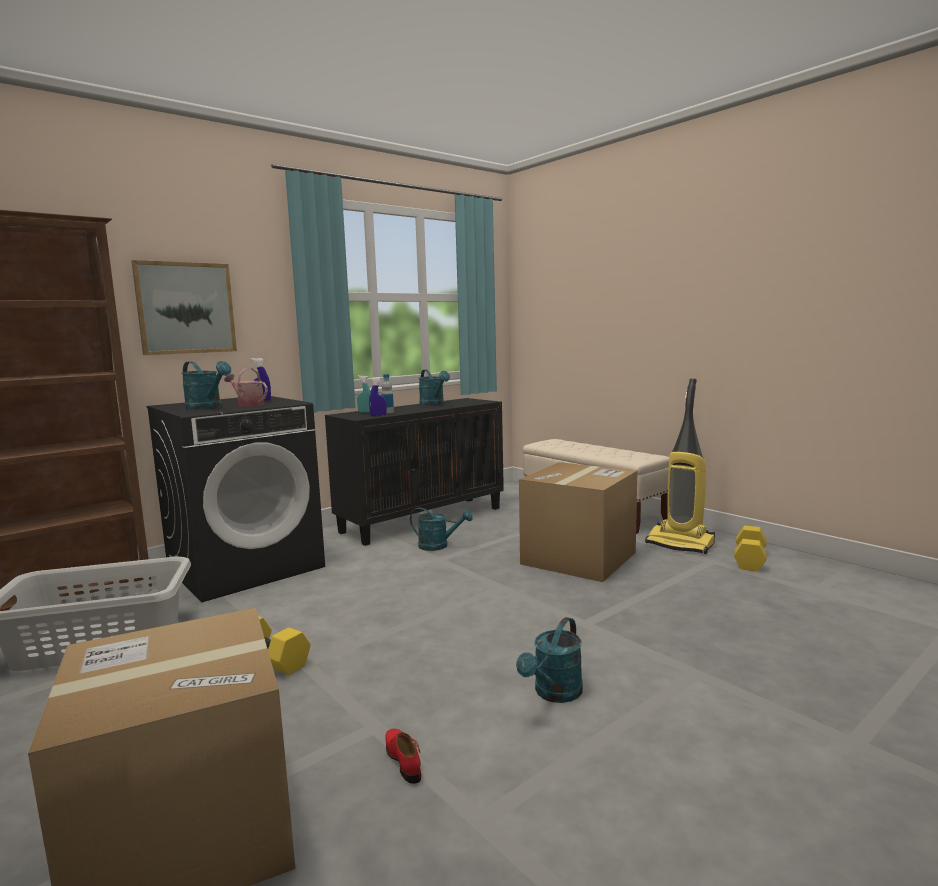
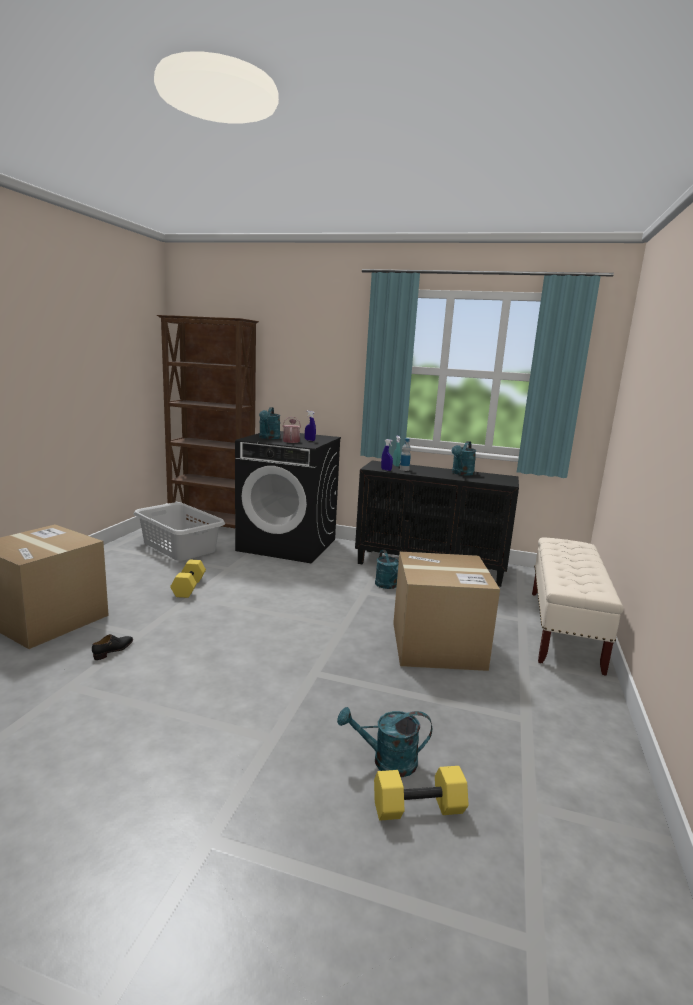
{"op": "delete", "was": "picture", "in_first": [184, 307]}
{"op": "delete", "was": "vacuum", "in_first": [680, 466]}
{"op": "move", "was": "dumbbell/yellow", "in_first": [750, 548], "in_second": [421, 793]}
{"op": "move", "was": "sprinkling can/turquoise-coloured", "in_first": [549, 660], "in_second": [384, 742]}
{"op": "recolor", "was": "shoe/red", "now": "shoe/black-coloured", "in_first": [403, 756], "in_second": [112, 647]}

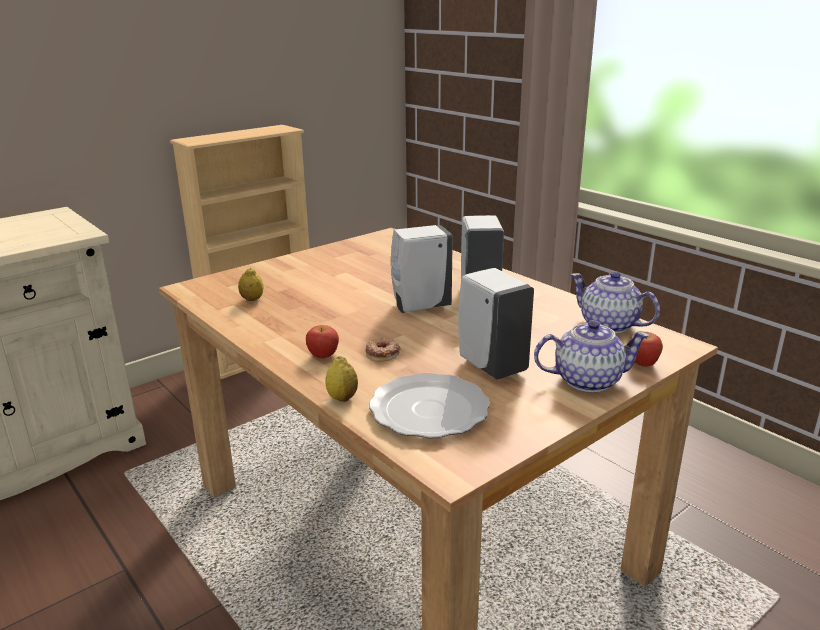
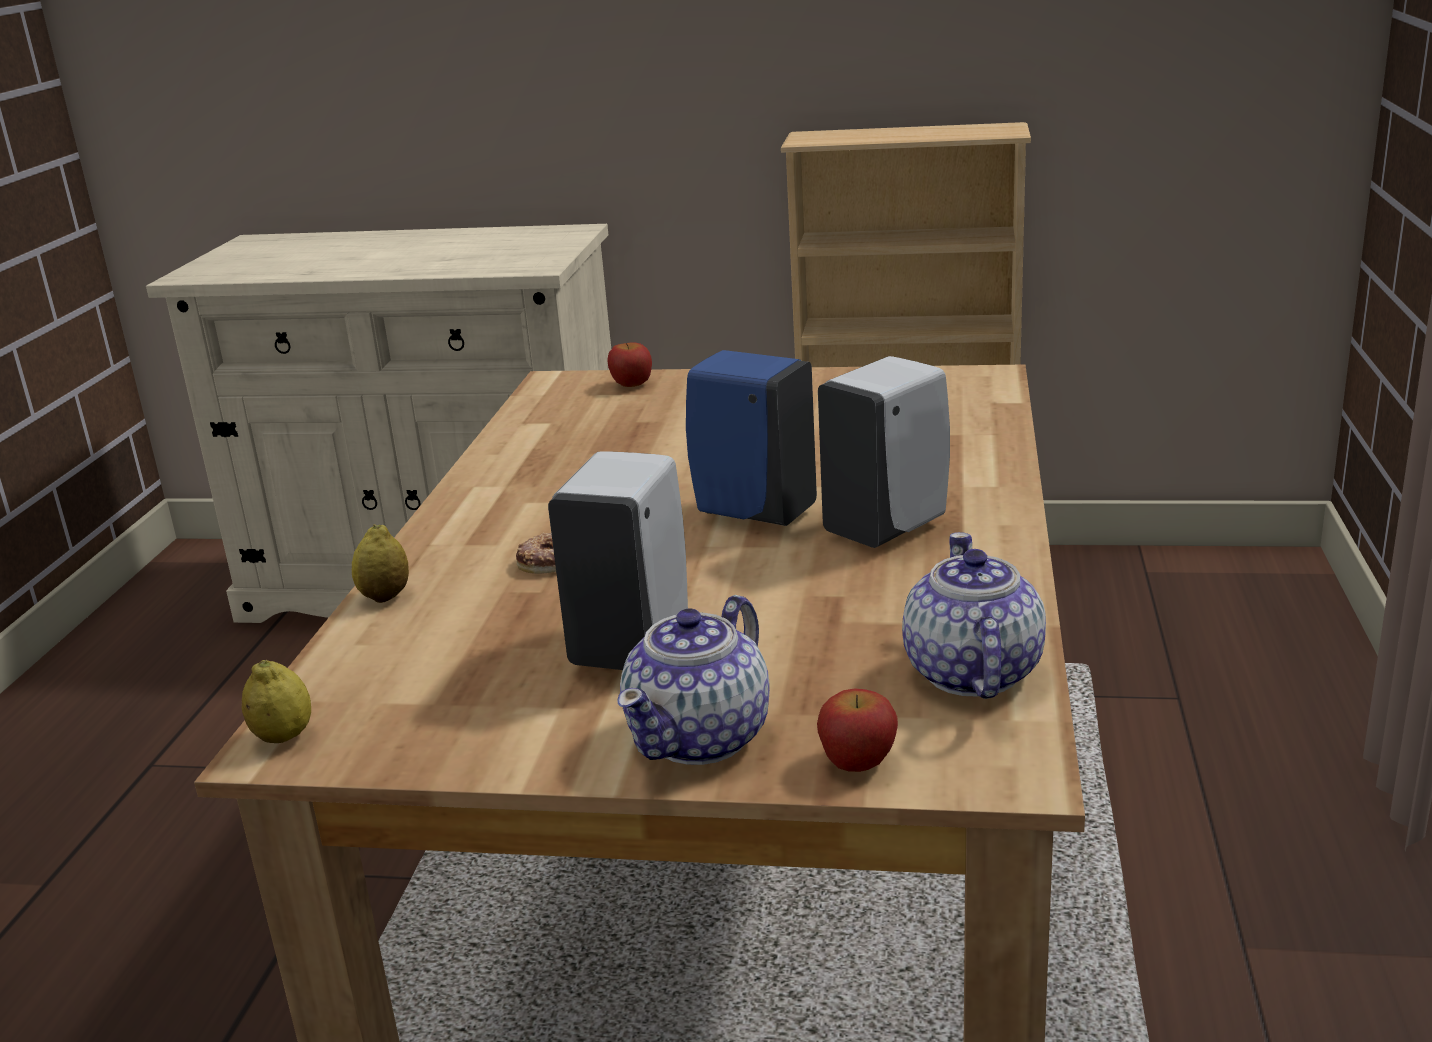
{"op": "recolor", "was": "liquid soap bottle/whitish", "now": "liquid soap bottle/bluish", "in_first": [422, 269], "in_second": [751, 438]}
{"op": "move", "was": "whole lemon", "in_first": [251, 284], "in_second": [276, 701]}
{"op": "rotate", "was": "tea pot", "in_first": [592, 356], "in_second": [694, 680], "clockwise": 75}
{"op": "move", "was": "whole apple", "in_first": [322, 341], "in_second": [630, 365]}
{"op": "delete", "was": "plate", "in_first": [429, 405]}

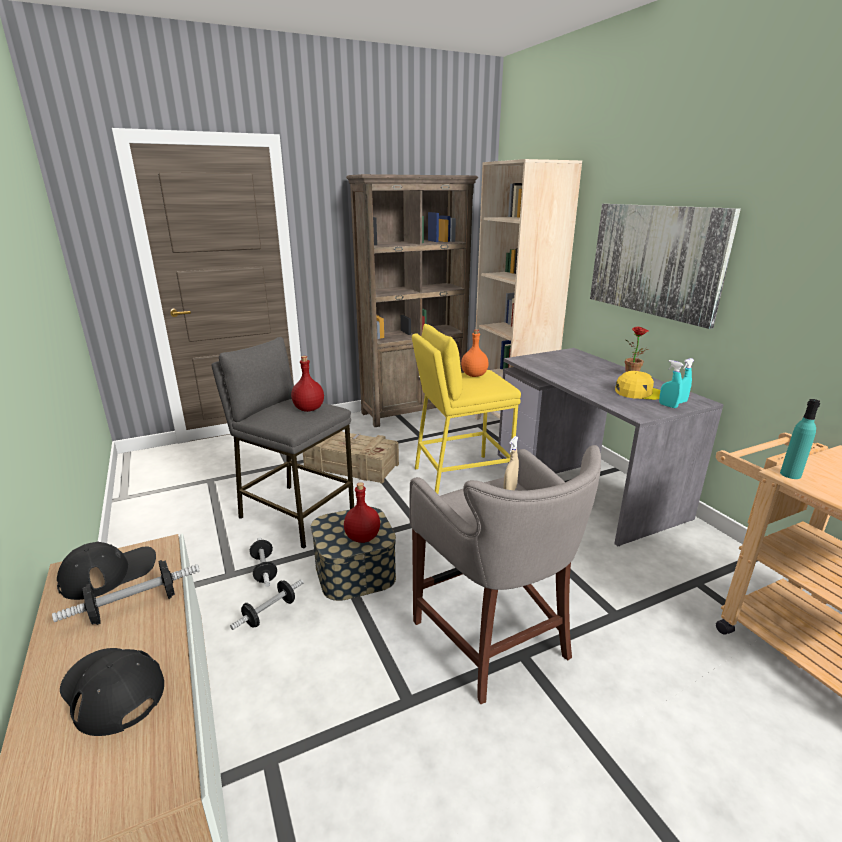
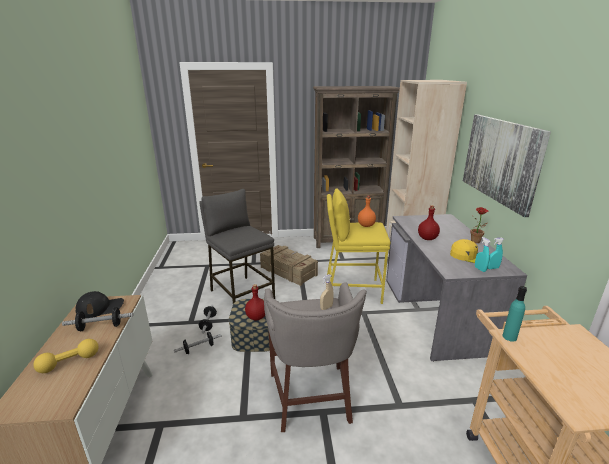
{"op": "move", "was": "drink bottle/red", "in_first": [307, 384], "in_second": [429, 222]}
{"op": "replace", "was": "cap/black-coloured", "now": "dumbbell/yellow", "in_first": [112, 692], "in_second": [66, 356]}

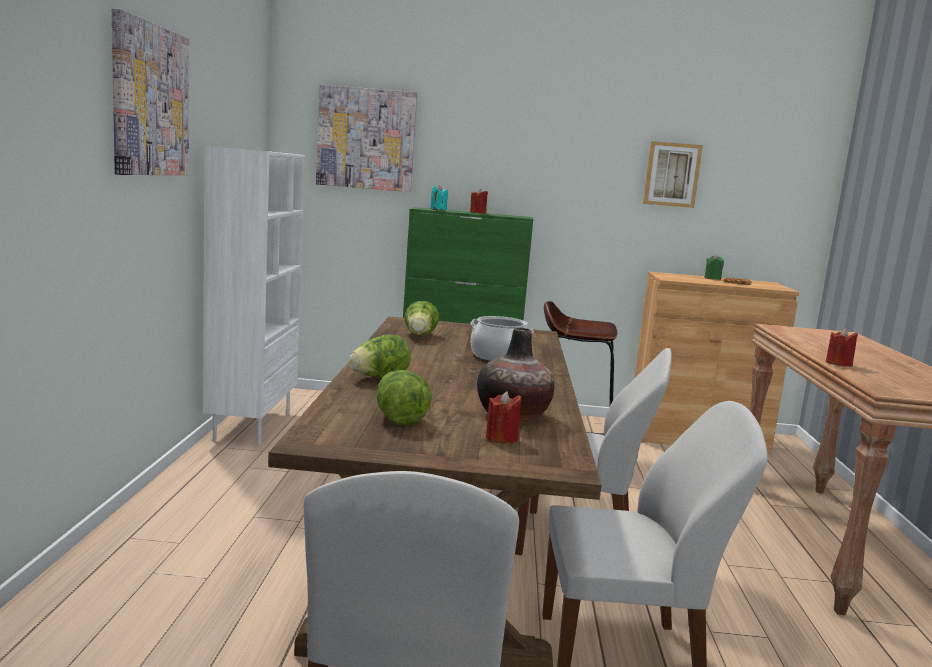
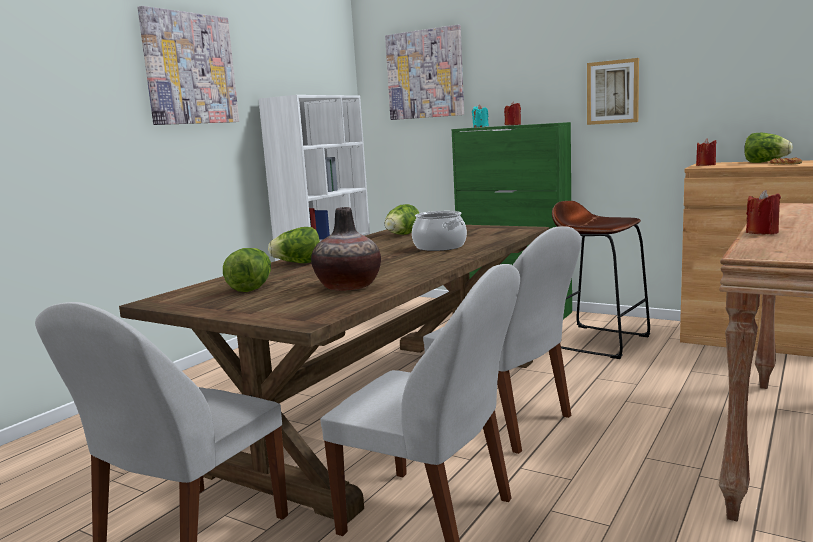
{"op": "move", "was": "picture", "in_first": [673, 174], "in_second": [613, 91]}
{"op": "replace", "was": "wax light/green-coloured", "now": "lettuce head", "in_first": [714, 267], "in_second": [768, 148]}
{"op": "move", "was": "wax light/red", "in_first": [504, 417], "in_second": [706, 152]}

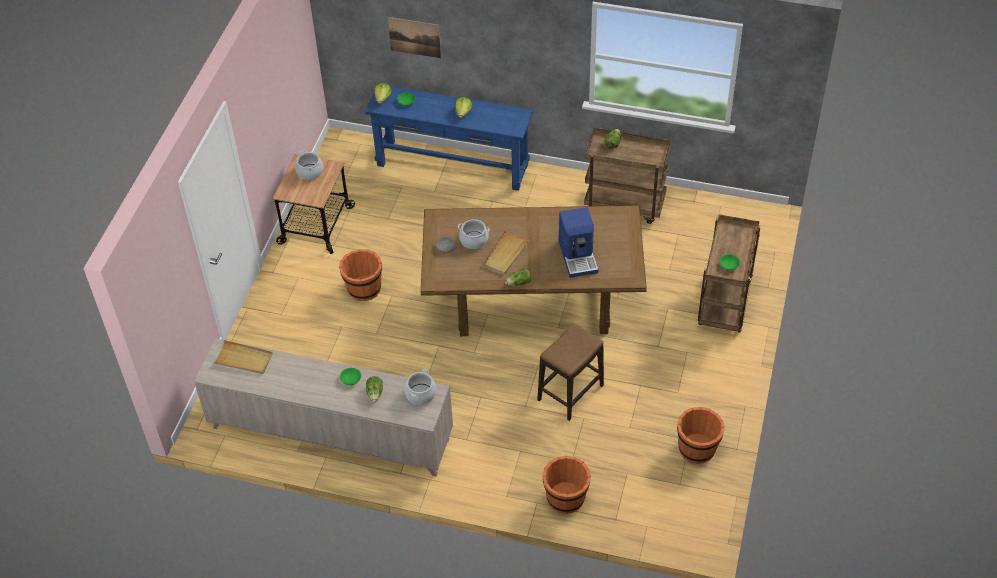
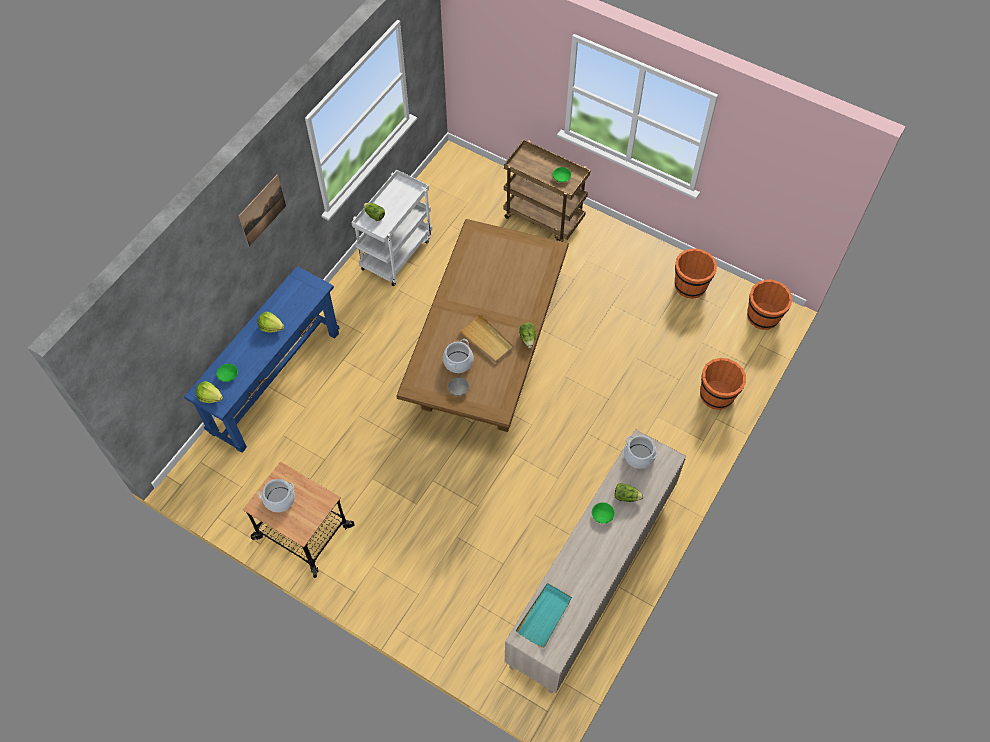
{"op": "move", "was": "picture", "in_first": [414, 37], "in_second": [262, 210]}
{"op": "recolor", "was": "trolley/brown", "now": "trolley/whitish", "in_first": [627, 176], "in_second": [391, 228]}
{"op": "delete", "was": "coffee brewer", "in_first": [578, 242]}
{"op": "move", "was": "bucket/orange-coloured", "in_first": [360, 275], "in_second": [770, 304]}
{"op": "delete", "was": "sitting stool", "in_first": [570, 372]}
{"op": "recolor", "was": "serving tray/beige", "now": "serving tray/turquoise-coloured", "in_first": [243, 357], "in_second": [543, 615]}

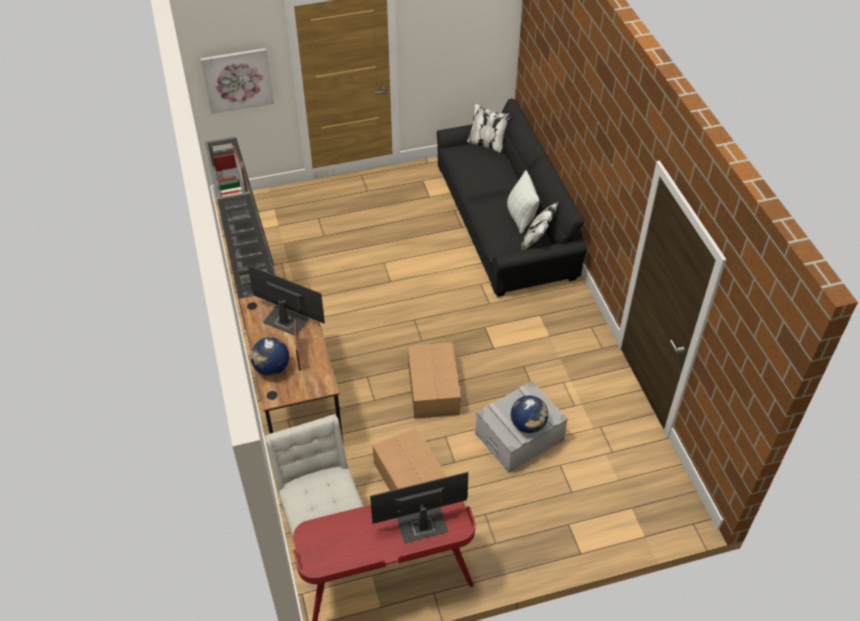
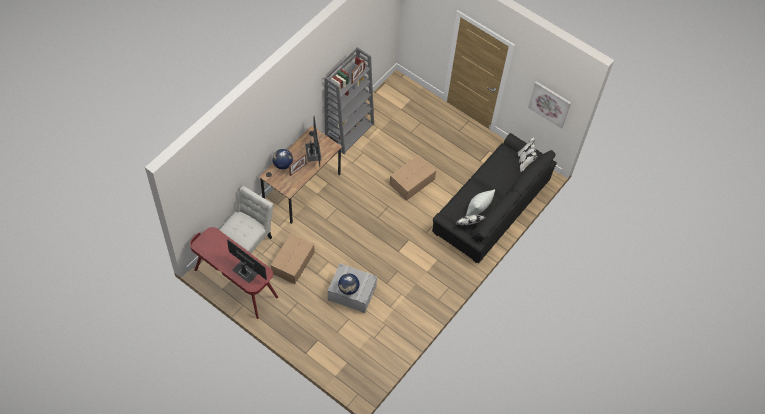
{"op": "move", "was": "picture", "in_first": [237, 81], "in_second": [549, 105]}
{"op": "move", "was": "cardboard box", "in_first": [434, 380], "in_second": [413, 178]}

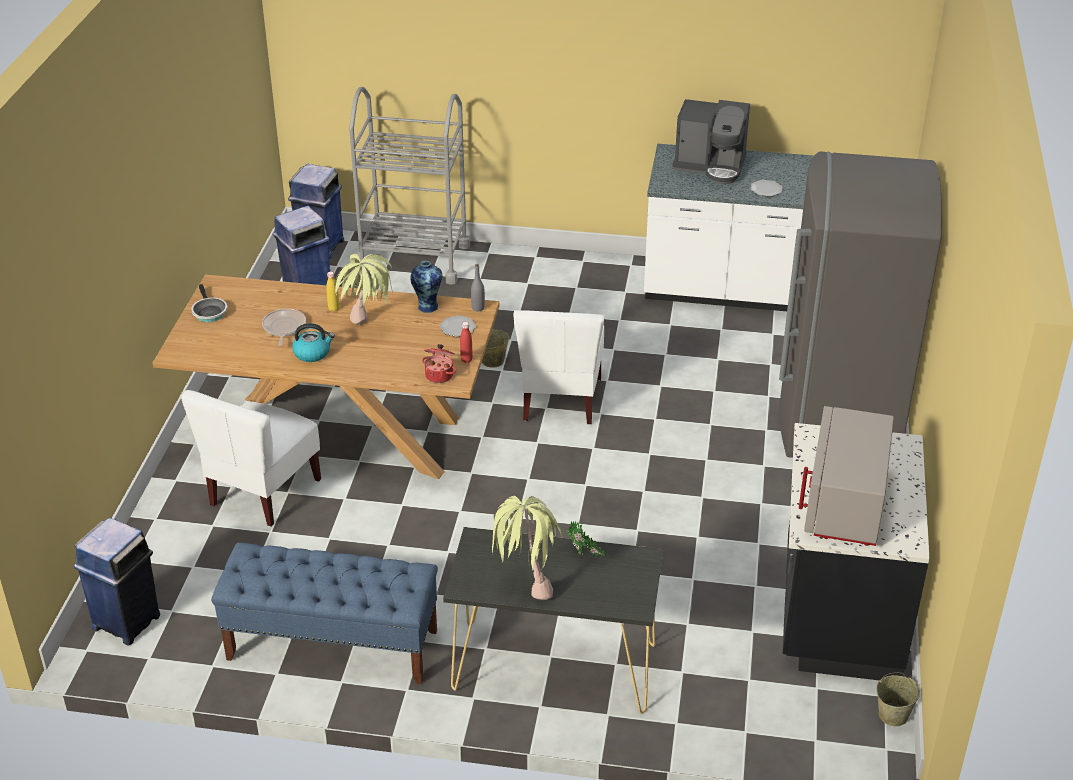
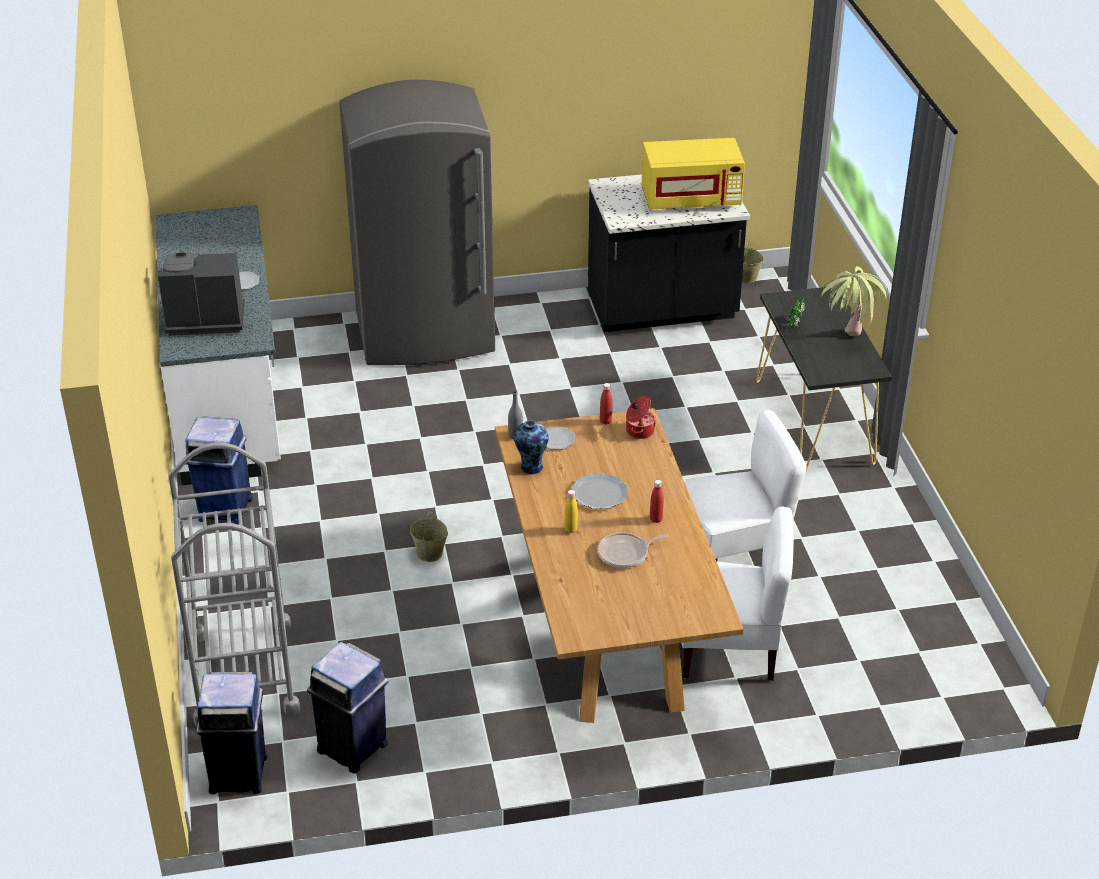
{"op": "rotate", "was": "coffee brewer", "in_first": [711, 141], "in_second": [201, 294], "clockwise": -90}
{"op": "replace", "was": "houseplant", "now": "plate", "in_first": [363, 289], "in_second": [599, 491]}
{"op": "delete", "was": "frying pan", "in_first": [209, 303]}
{"op": "move", "was": "chair/whitish", "in_first": [559, 367], "in_second": [745, 485]}
{"op": "replace", "was": "tea kettle", "now": "drink bottle/red", "in_first": [313, 342], "in_second": [657, 501]}
{"op": "recolor", "was": "kitchen microwave/greyish", "now": "kitchen microwave/yellow", "in_first": [846, 476], "in_second": [693, 174]}
{"op": "move", "was": "trash can/bluish", "in_first": [117, 581], "in_second": [219, 470]}
{"op": "delete", "was": "indoor bench/bluish", "in_first": [324, 613]}

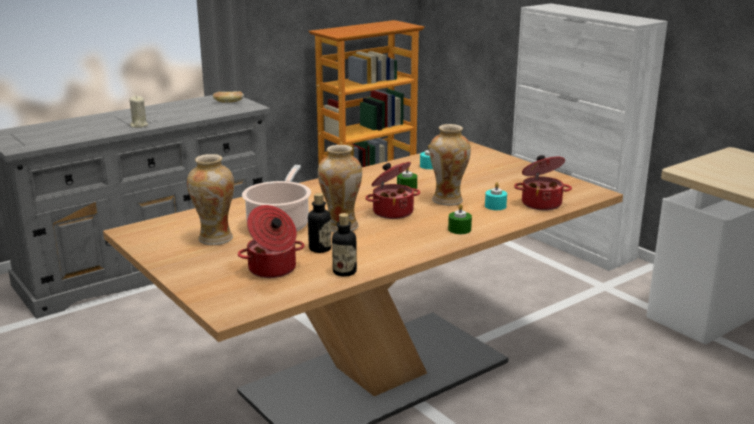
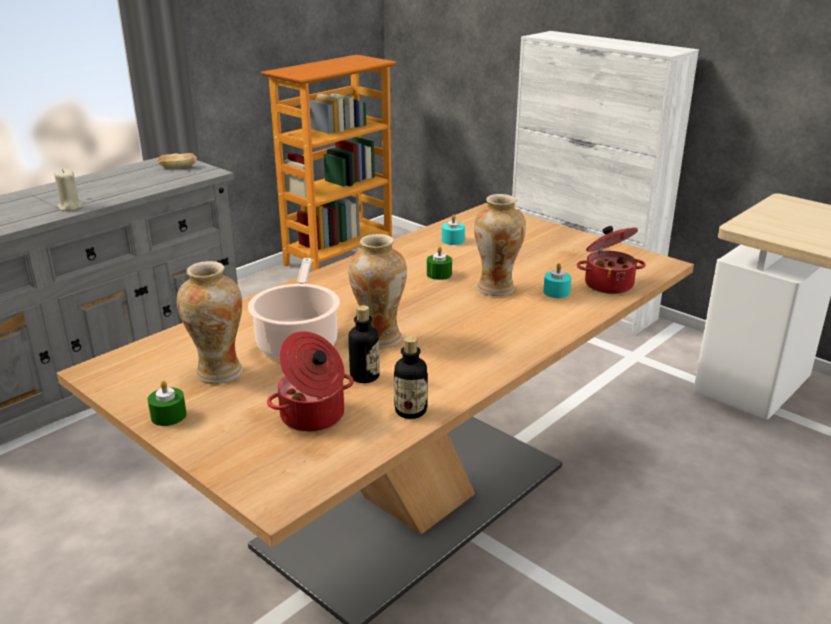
{"op": "delete", "was": "stockpot", "in_first": [392, 190]}
{"op": "move", "was": "wax light/green-coloured", "in_first": [460, 219], "in_second": [167, 403]}

